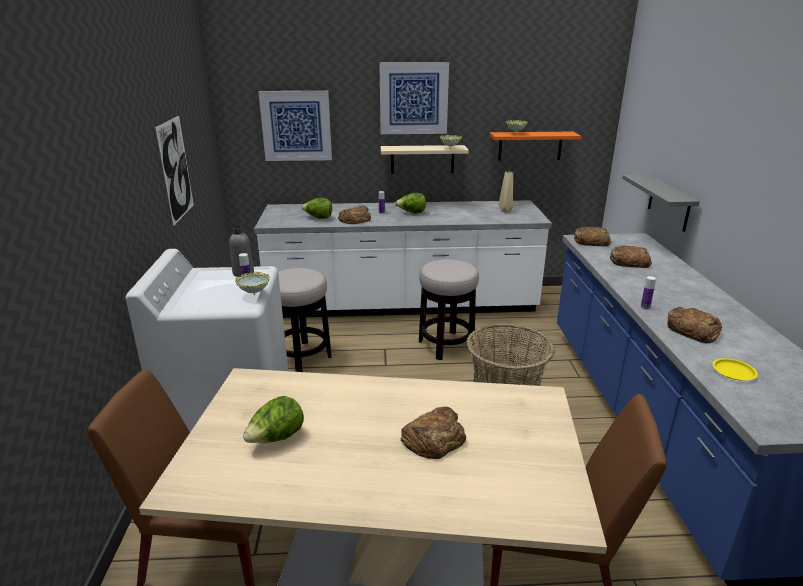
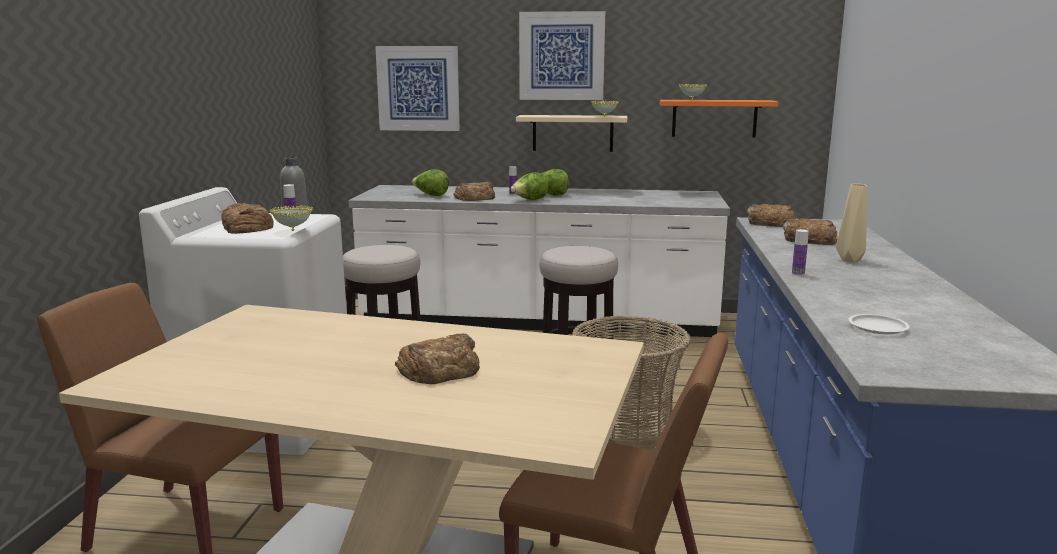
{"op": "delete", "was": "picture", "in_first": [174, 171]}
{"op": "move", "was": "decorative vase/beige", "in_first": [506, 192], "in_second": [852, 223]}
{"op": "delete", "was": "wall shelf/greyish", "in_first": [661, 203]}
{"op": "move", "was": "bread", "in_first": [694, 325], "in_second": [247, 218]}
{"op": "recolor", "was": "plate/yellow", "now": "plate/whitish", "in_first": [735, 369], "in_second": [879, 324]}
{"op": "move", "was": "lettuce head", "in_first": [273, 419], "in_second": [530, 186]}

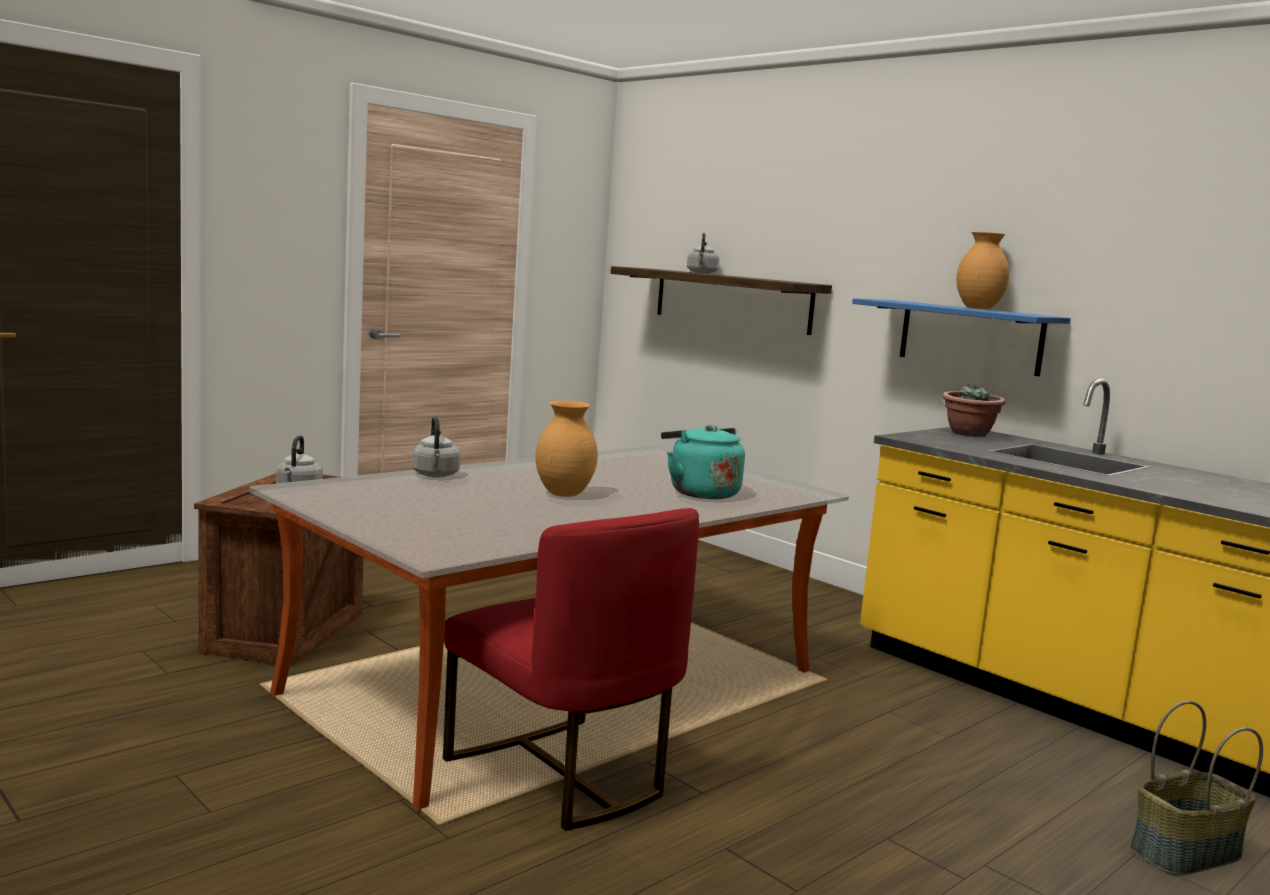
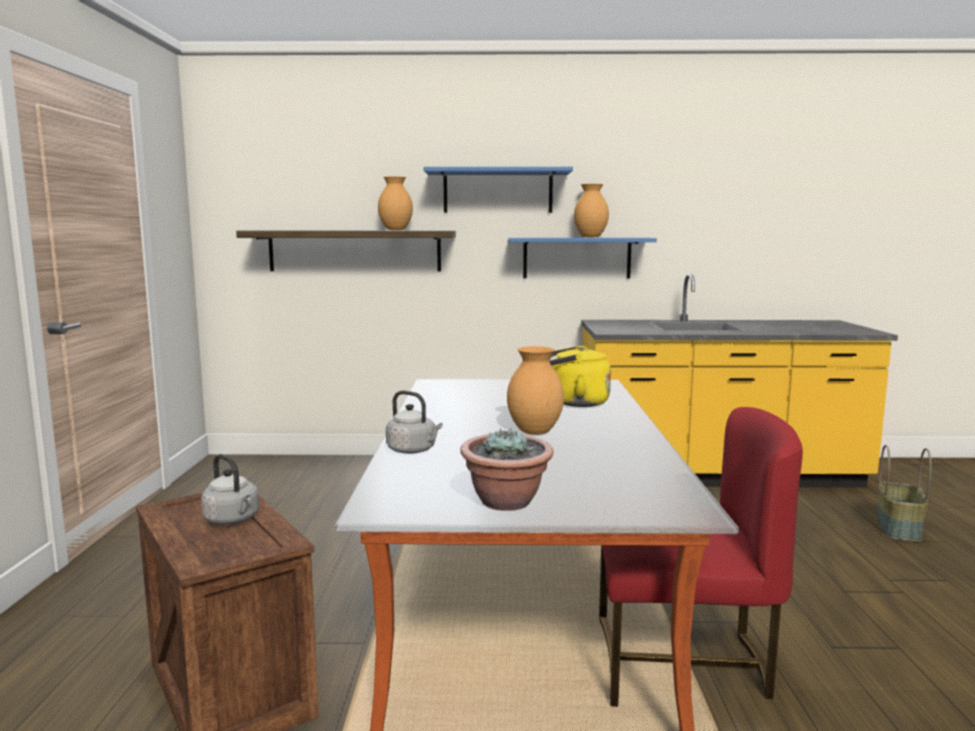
{"op": "delete", "was": "tea kettle/greyish", "in_first": [703, 253]}
{"op": "move", "was": "houseplant", "in_first": [974, 410], "in_second": [507, 469]}
{"op": "recolor", "was": "tea kettle/turquoise-coloured", "now": "tea kettle/yellow", "in_first": [703, 462], "in_second": [580, 376]}
{"op": "insert", "now": "wall shelf/bluish", "in_second": [498, 190]}
{"op": "insert", "now": "decorative vase/brown", "in_second": [395, 203]}

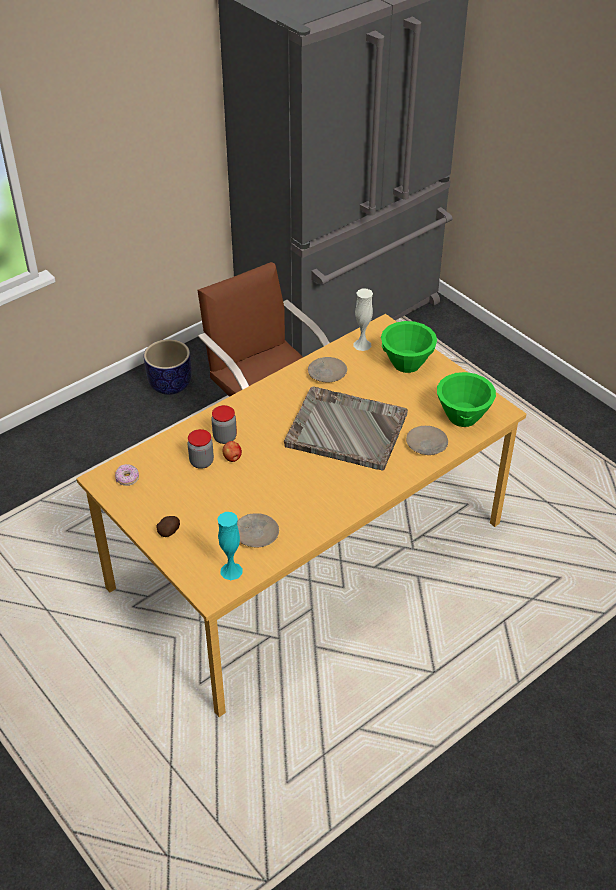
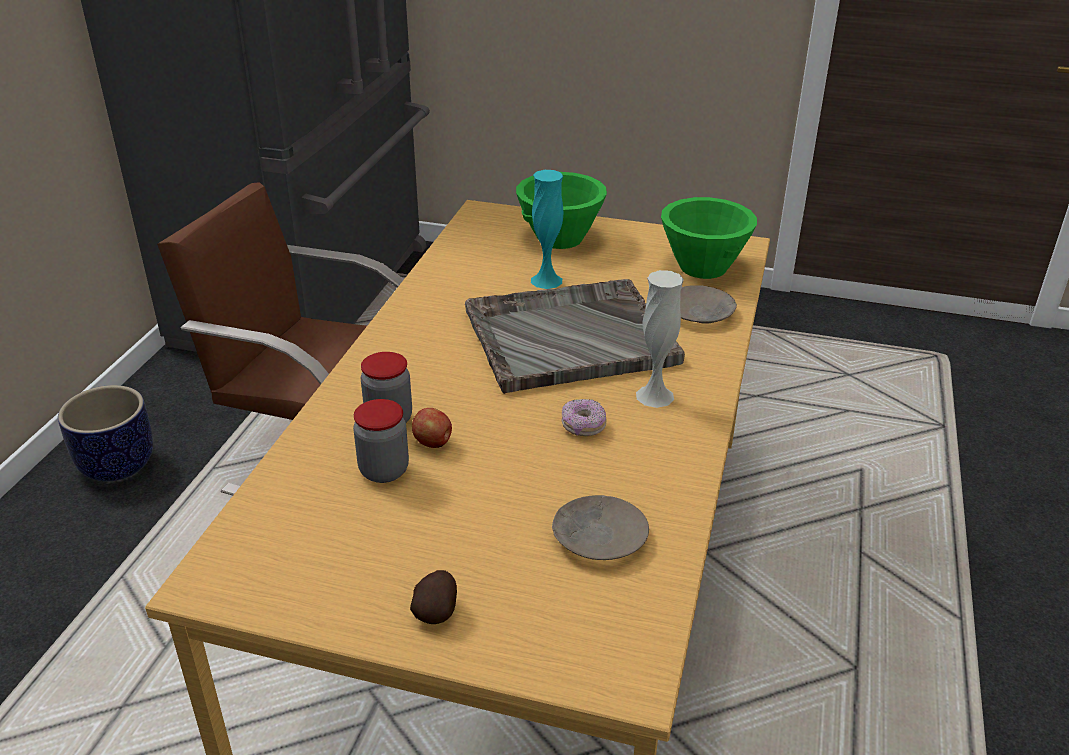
{"op": "move", "was": "decorative vase/whitish", "in_first": [363, 320], "in_second": [660, 339]}
{"op": "delete", "was": "plate/beige", "in_first": [327, 369]}
{"op": "move", "was": "doughnut", "in_first": [127, 475], "in_second": [584, 417]}
{"op": "move", "was": "decorative vase/turquoise-coloured", "in_first": [230, 546], "in_second": [547, 229]}

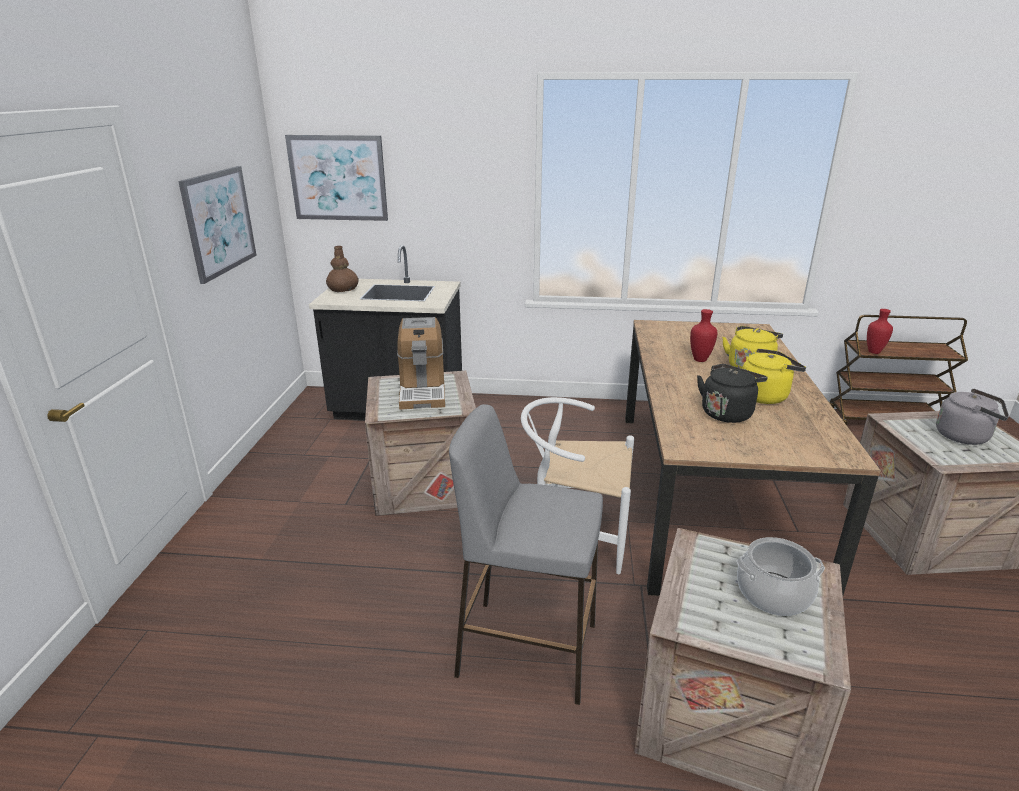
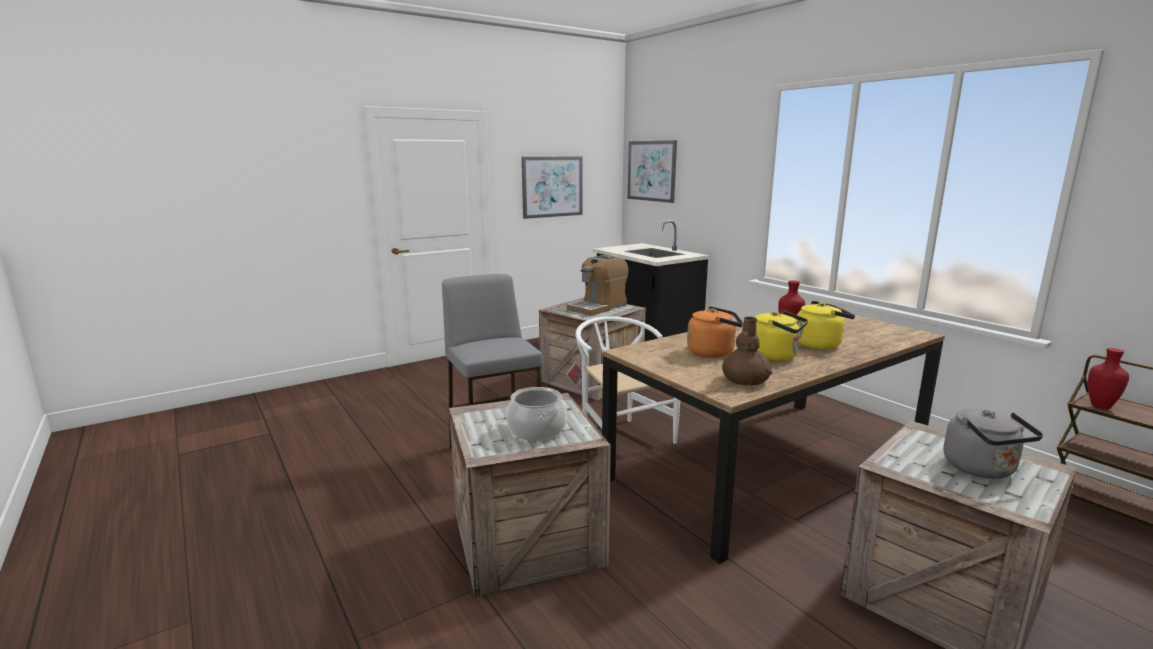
{"op": "move", "was": "decorative vase/brown", "in_first": [342, 269], "in_second": [747, 351]}
{"op": "recolor", "was": "tea kettle/black-coloured", "now": "tea kettle/orange-coloured", "in_first": [732, 393], "in_second": [715, 331]}

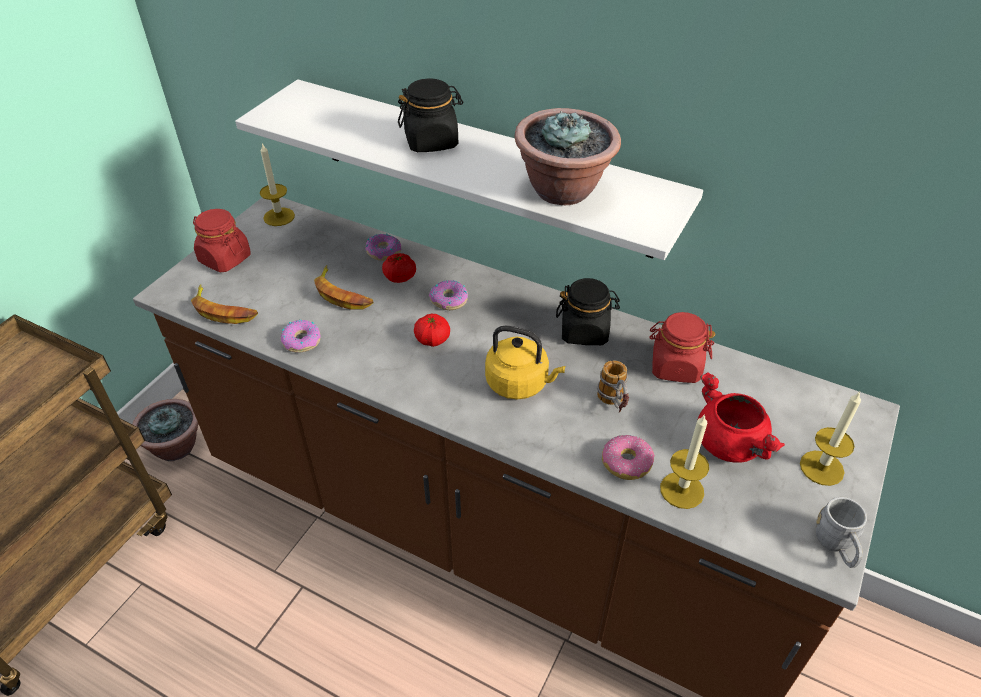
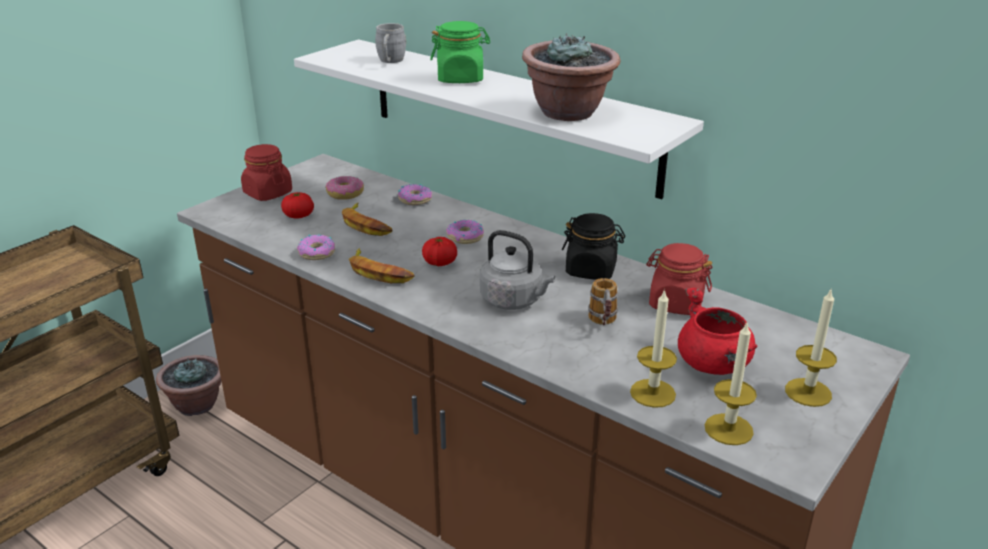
{"op": "recolor", "was": "jar/black-coloured", "now": "jar/green-coloured", "in_first": [430, 115], "in_second": [460, 52]}
{"op": "move", "was": "wax light", "in_first": [277, 184], "in_second": [731, 383]}
{"op": "move", "was": "whole tomato", "in_first": [399, 268], "in_second": [297, 205]}
{"op": "move", "was": "whole banana", "in_first": [224, 304], "in_second": [382, 265]}
{"op": "recolor", "was": "tea kettle/yellow", "now": "tea kettle/greyish", "in_first": [525, 363], "in_second": [517, 270]}
{"op": "move", "was": "doughnut", "in_first": [628, 457], "in_second": [344, 188]}
{"op": "move", "was": "coffee mug/greyish", "in_first": [841, 532], "in_second": [390, 43]}

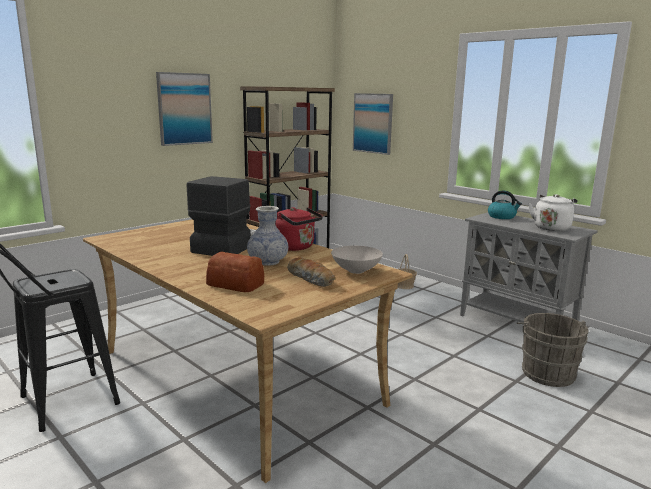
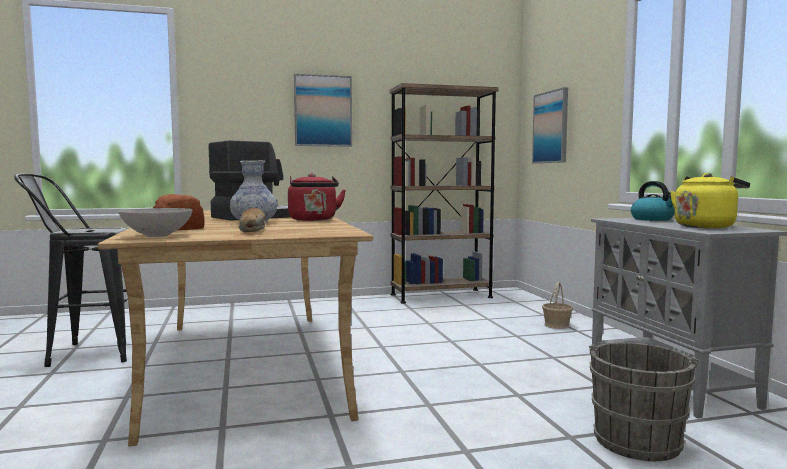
{"op": "recolor", "was": "tea kettle/whitish", "now": "tea kettle/yellow", "in_first": [552, 212], "in_second": [710, 200]}
{"op": "move", "was": "bowl/whitish", "in_first": [357, 260], "in_second": [155, 222]}

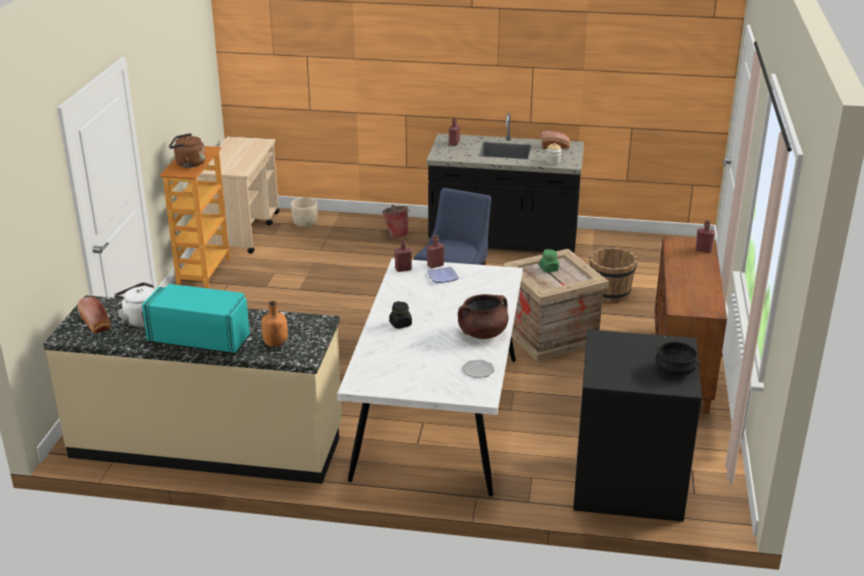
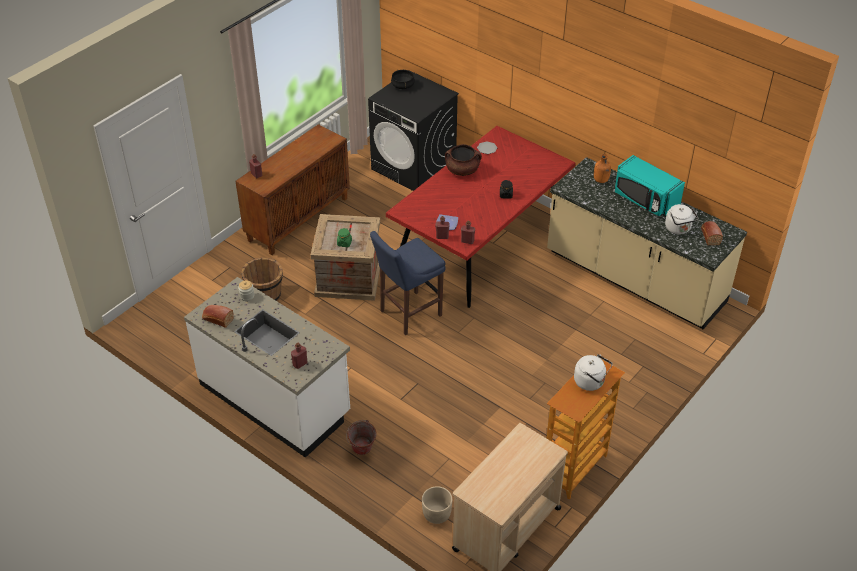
{"op": "recolor", "was": "kitchen base unit/black-coloured", "now": "kitchen base unit/whitish", "in_first": [505, 183], "in_second": [267, 367]}
{"op": "recolor", "was": "tea kettle/brown", "now": "tea kettle/whitish", "in_first": [187, 150], "in_second": [593, 372]}
{"op": "recolor", "was": "dining table/whitish", "now": "dining table/red", "in_first": [430, 377], "in_second": [481, 217]}

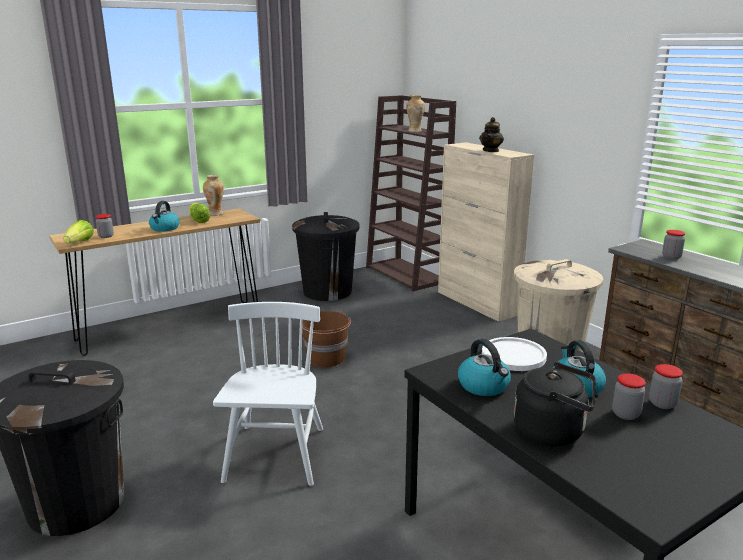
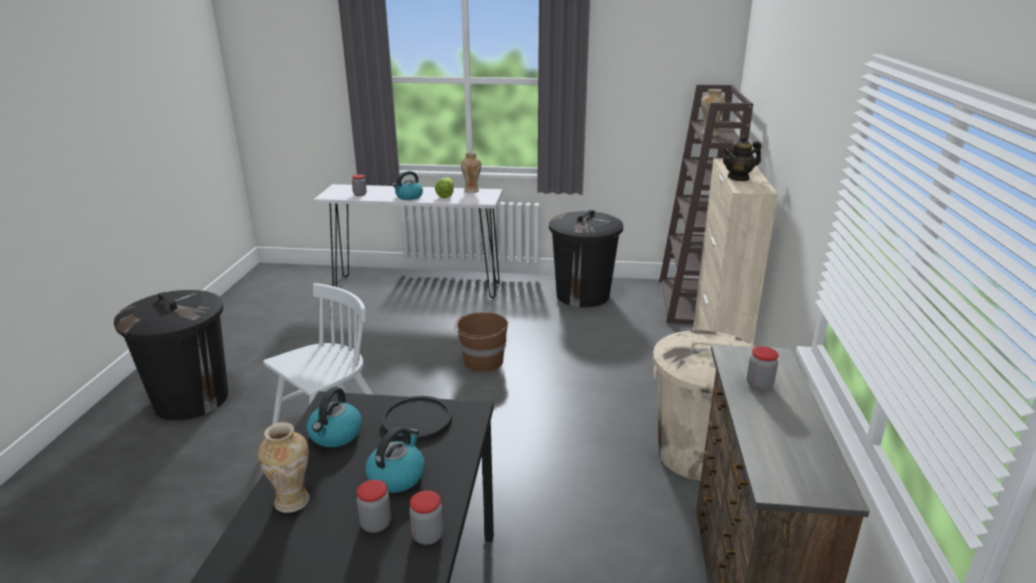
{"op": "recolor", "was": "console table/brown", "now": "console table/whitish", "in_first": [154, 282], "in_second": [408, 241]}
{"op": "delete", "was": "lettuce head", "in_first": [78, 231]}
{"op": "recolor", "was": "plate/whitish", "now": "plate/black-coloured", "in_first": [514, 354], "in_second": [416, 419]}
{"op": "replace", "was": "tea kettle/black-coloured", "now": "decorative vase", "in_first": [555, 404], "in_second": [284, 467]}

